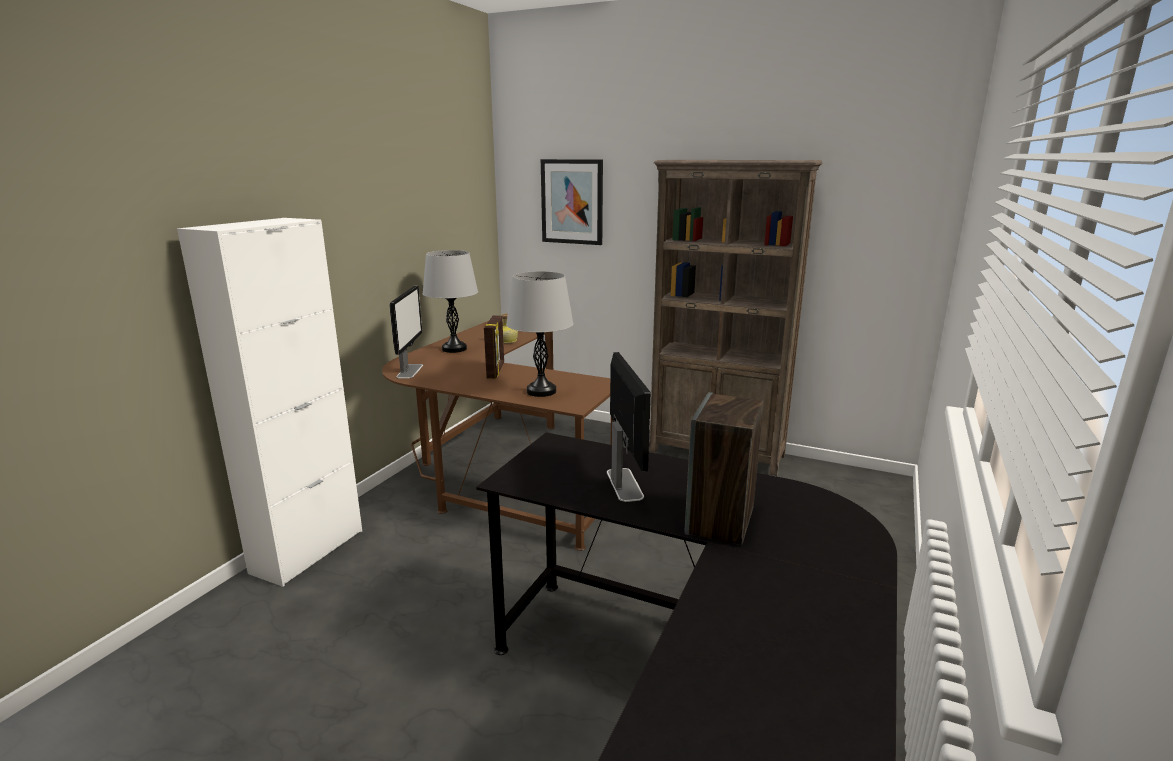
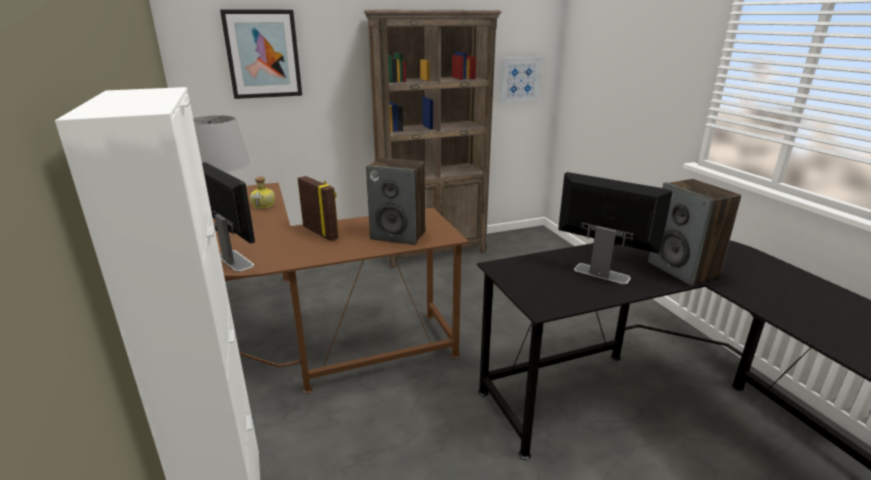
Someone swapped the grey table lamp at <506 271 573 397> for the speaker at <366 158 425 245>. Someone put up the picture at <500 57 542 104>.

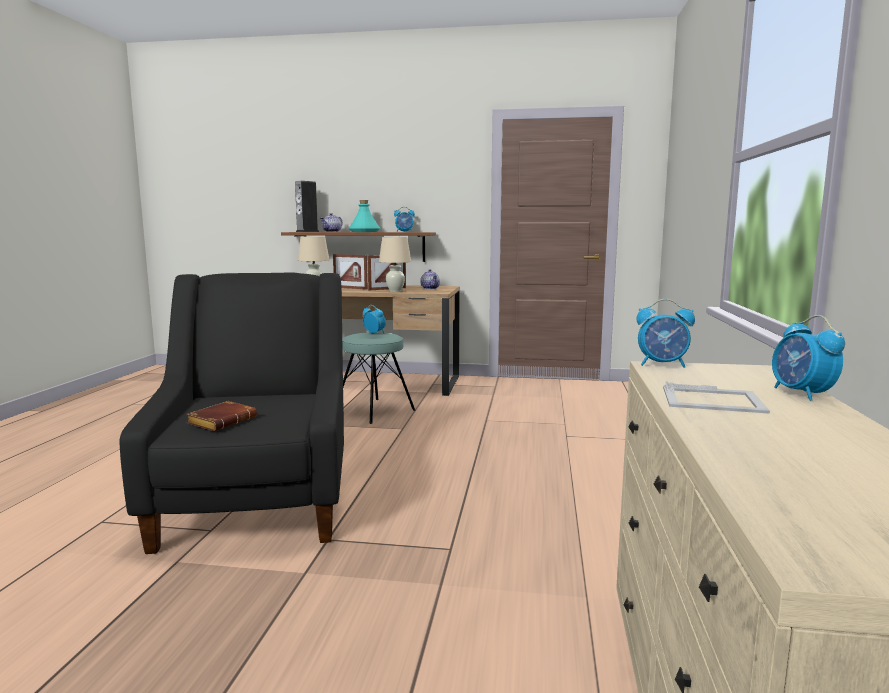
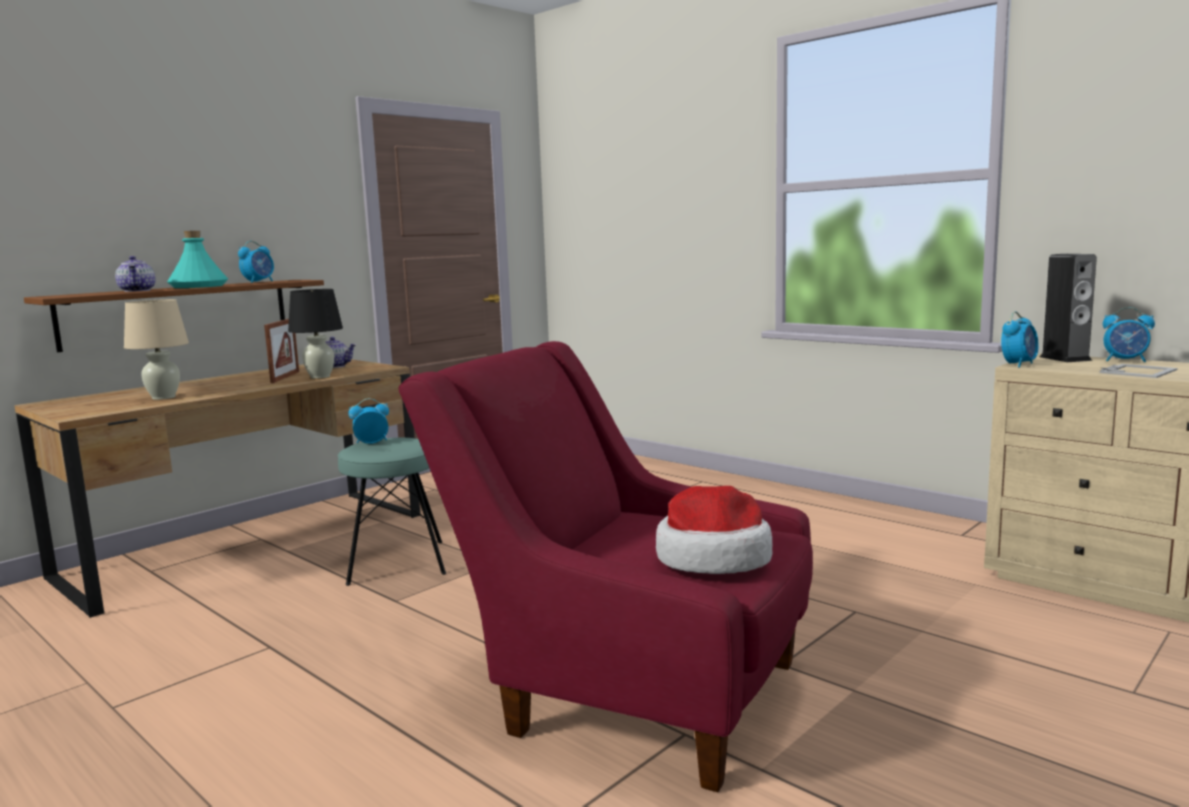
Someone repainted the beige table lamp at <379 237 411 292>, which became the black table lamp at <288 289 343 379>. Someone repainted the black armchair at <120 273 344 554>, which became the red armchair at <398 341 813 792>. Someone swapped the brown book at <186 401 257 431> for the hat at <656 486 772 574>. Someone carried the speaker from <295 181 319 232> to <1039 254 1097 362>. Someone took away the picture frame at <333 254 368 290>.

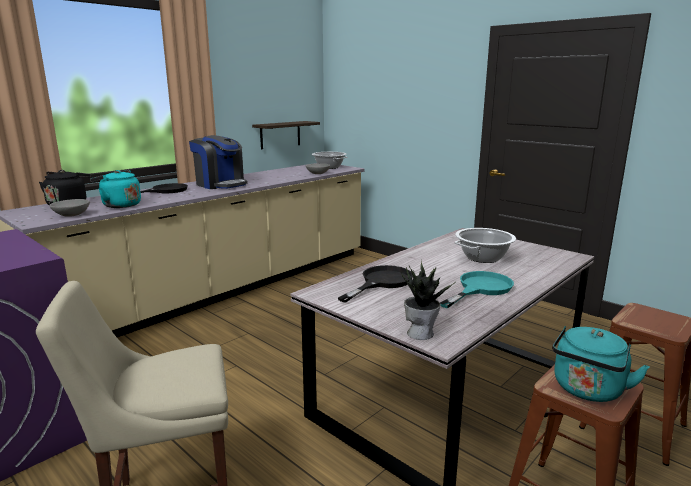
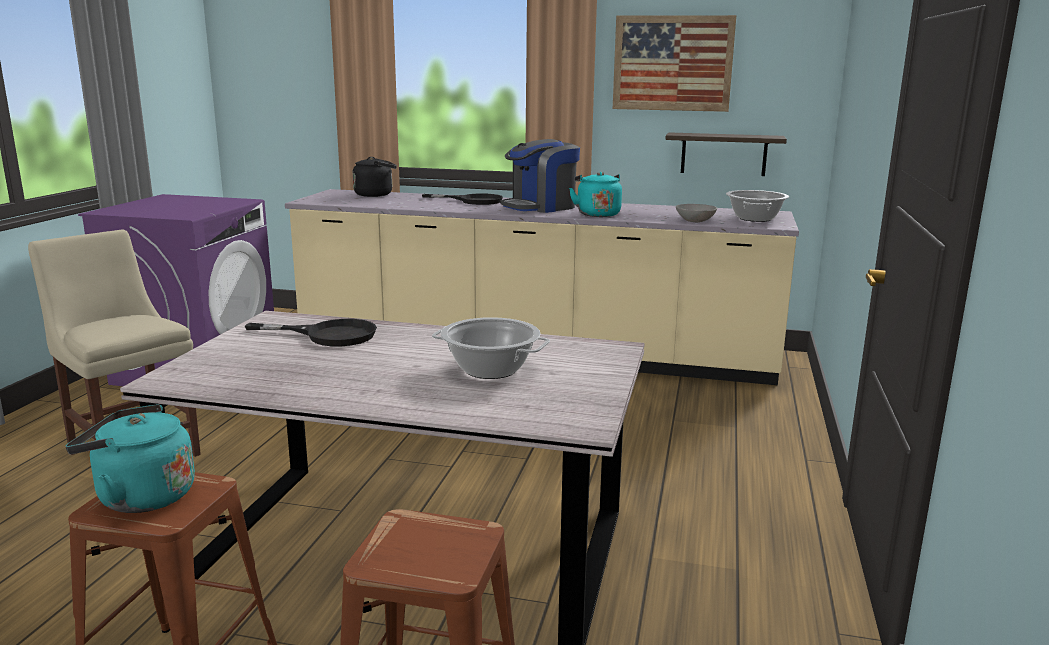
Someone rotated the coffee machine at <189 135 248 189> by 45 degrees clockwise. Someone carried the turquoise kettle from <90 170 141 208> to <569 172 622 217>. Someone put up the picture at <613 15 736 112>. Someone took away the grey bowl at <49 199 90 217>. Someone took away the potted plant at <401 262 454 340>. Someone took away the turquoise frying pan at <440 271 514 308>.

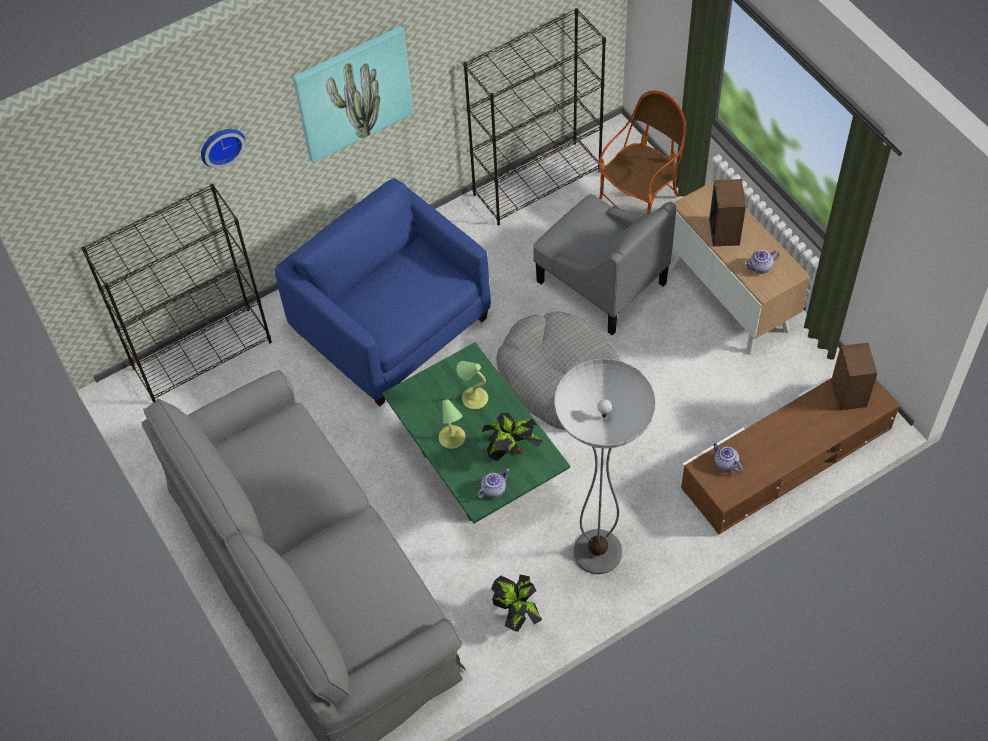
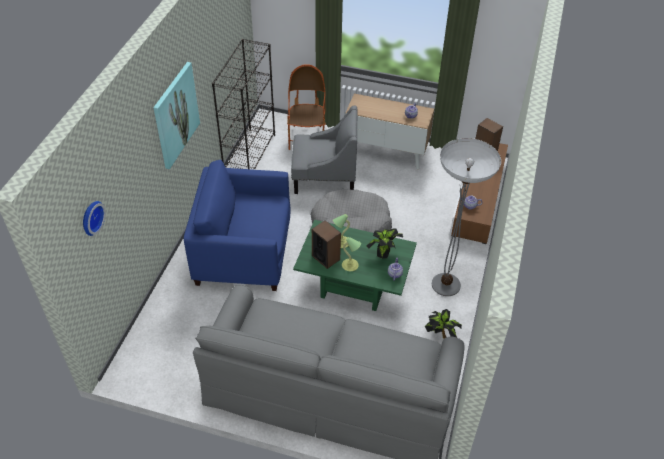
Someone carried the wall clock from <201 129 246 168> to <83 201 106 236>. Someone carried the speaker from <709 179 746 246> to <312 220 341 269>. Someone took away the black bookcase at <81 184 272 403>.

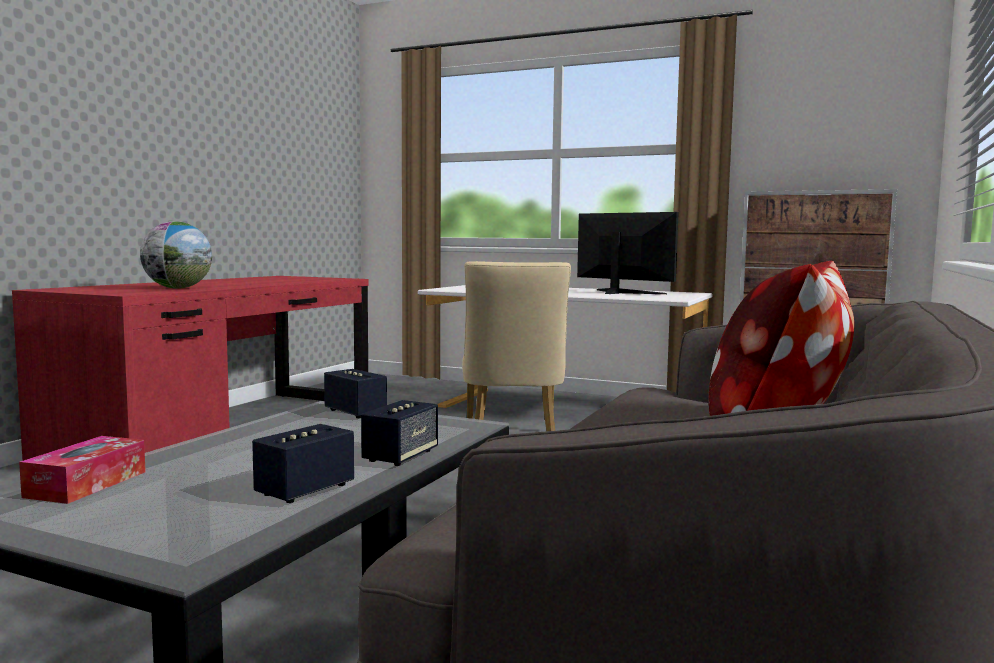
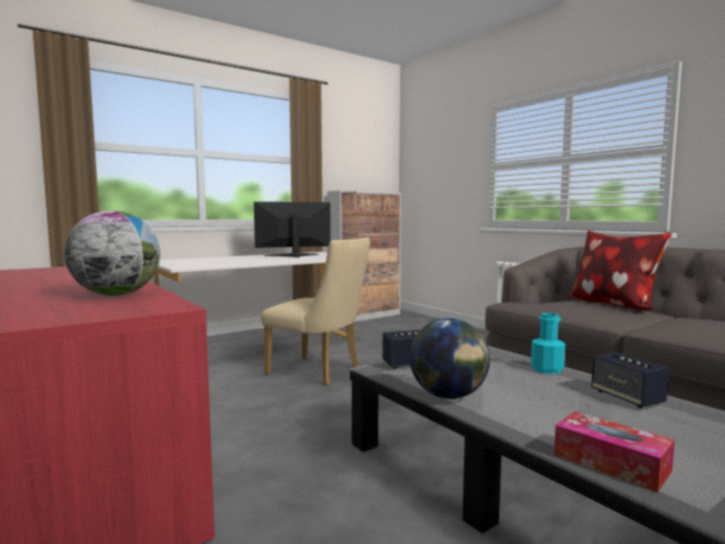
Someone put down the globe at <410 318 490 399>. Someone swapped the speaker at <361 400 438 466> for the turquoise bottle at <531 313 566 374>.

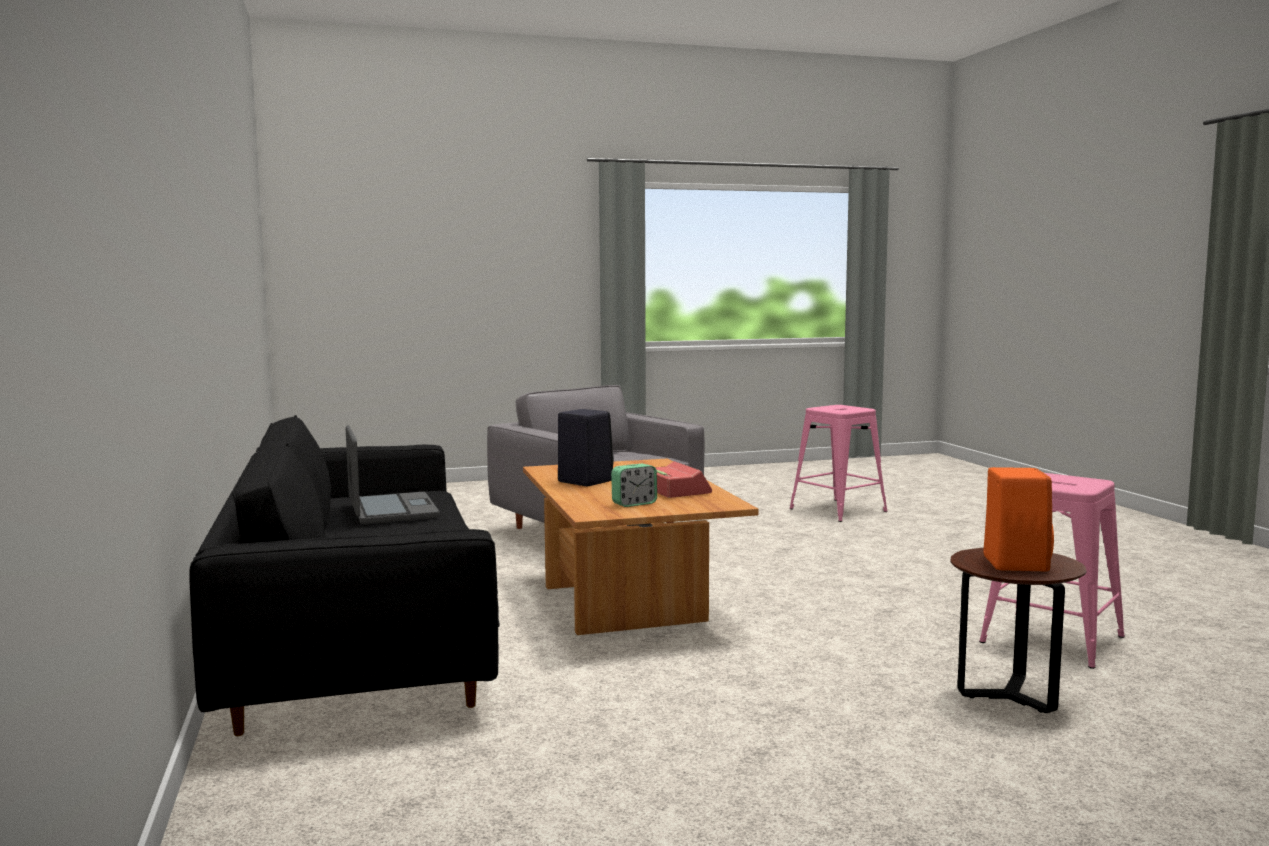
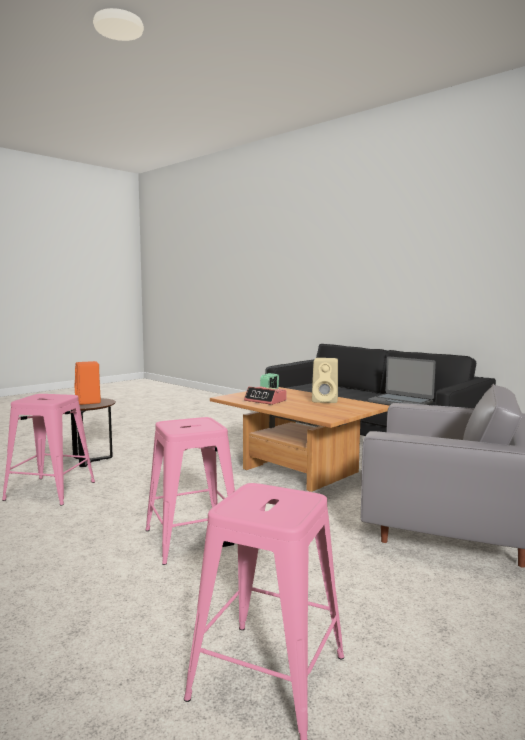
Someone put down the pink stool at <146 417 235 565>. Someone repainted the black speaker at <558 409 614 486>, which became the beige speaker at <312 358 338 403>.

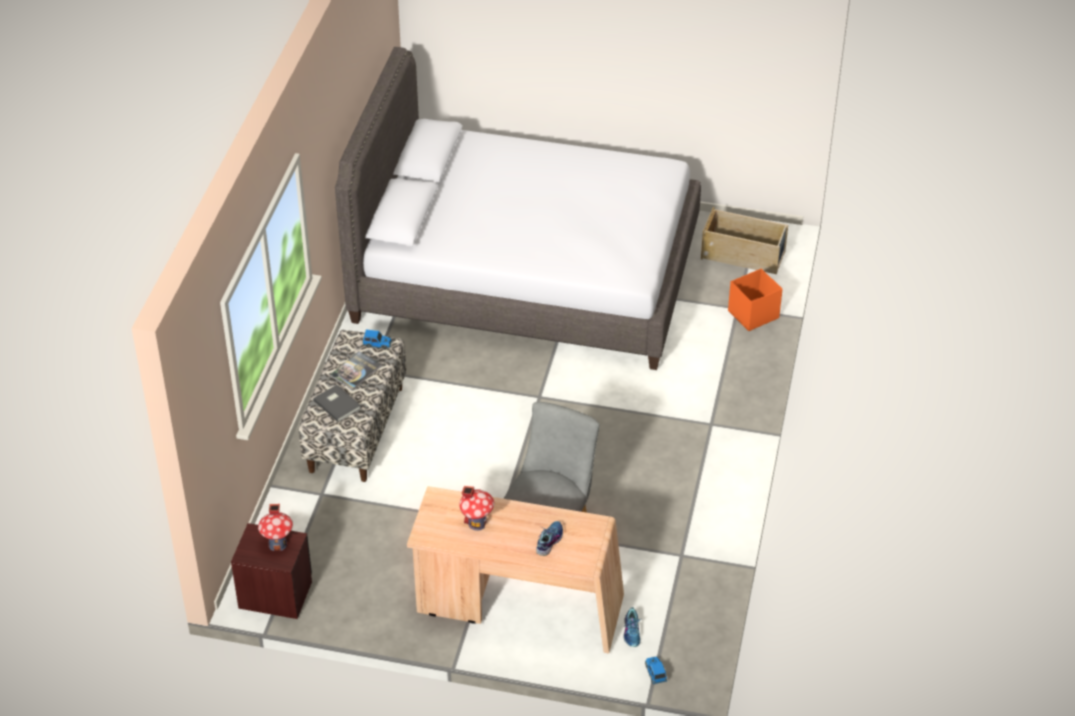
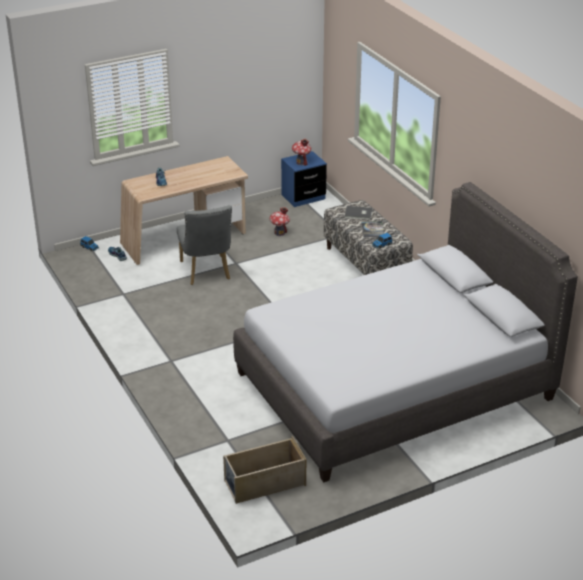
Someone carried the toy house from <459 486 494 531> to <269 207 290 236>. Someone repainted the brown nightstand at <231 523 312 619>, which became the blue nightstand at <281 151 327 207>. Someone took away the orange storage box at <728 268 783 331>.

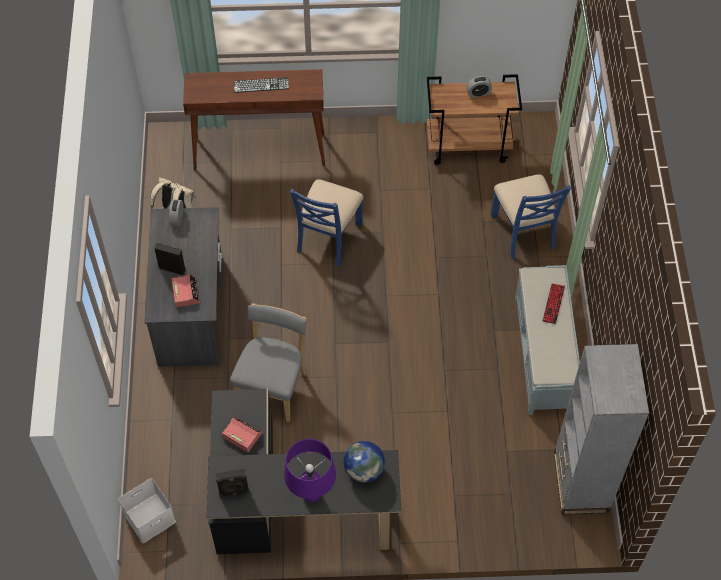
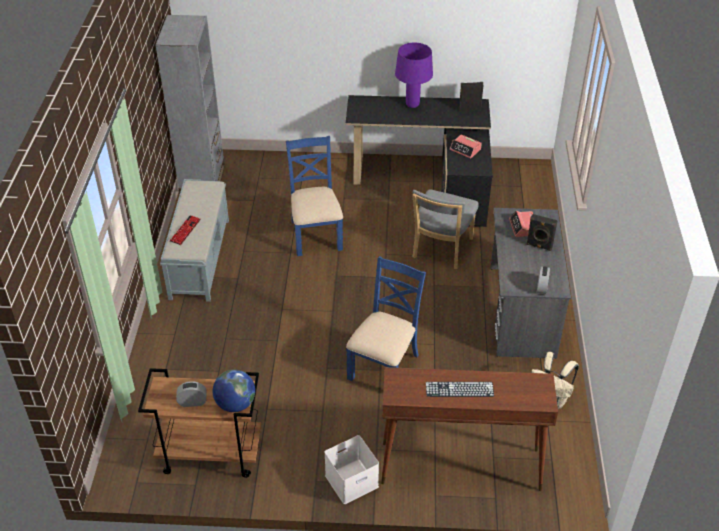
Someone carried the globe from <343 441 385 483> to <213 370 255 412>. Someone carried the blue chair from <491 174 571 259> to <286 136 343 256>. Someone carried the white storage box from <118 478 176 543> to <324 435 379 504>.

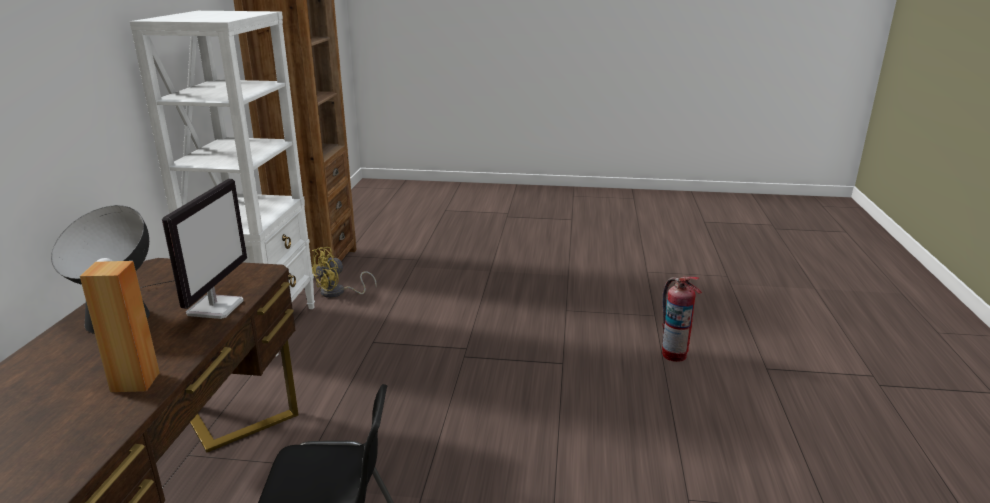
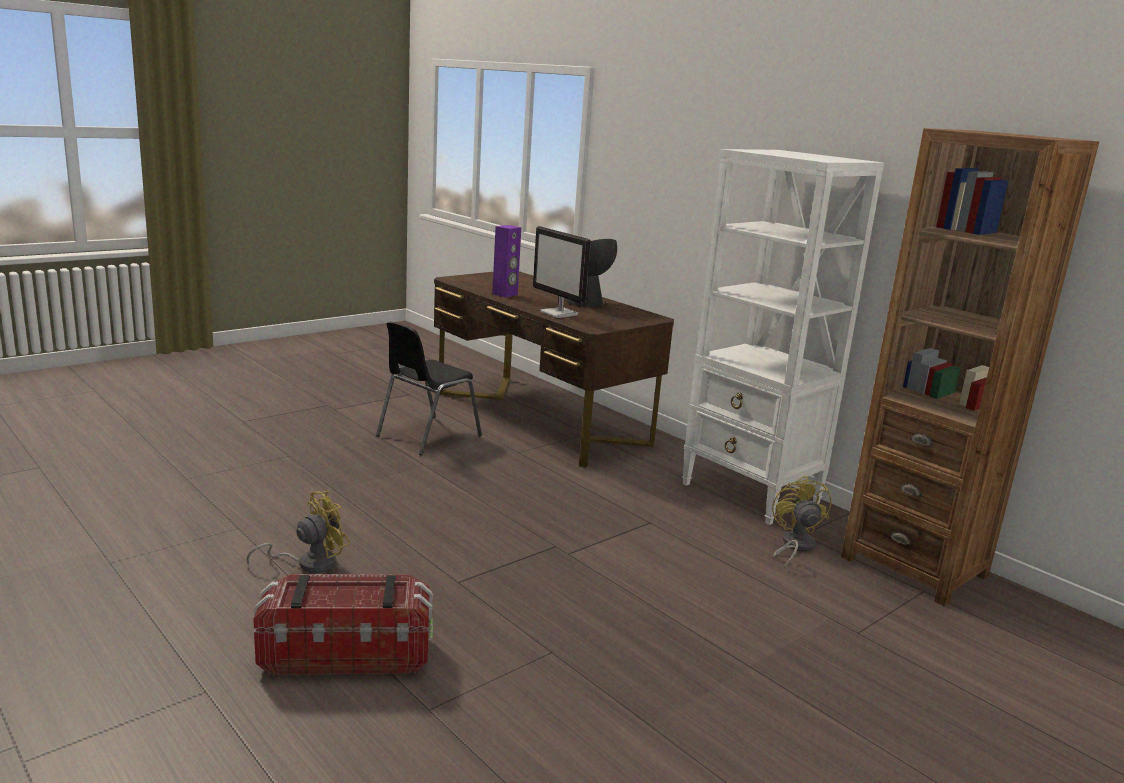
Someone put down the yellow fan at <246 490 350 573>. Someone swapped the fire extinguisher at <662 277 702 362> for the storage box at <253 574 433 675>. Someone repainted the brown speaker at <80 261 160 392>, which became the purple speaker at <492 225 521 297>.

